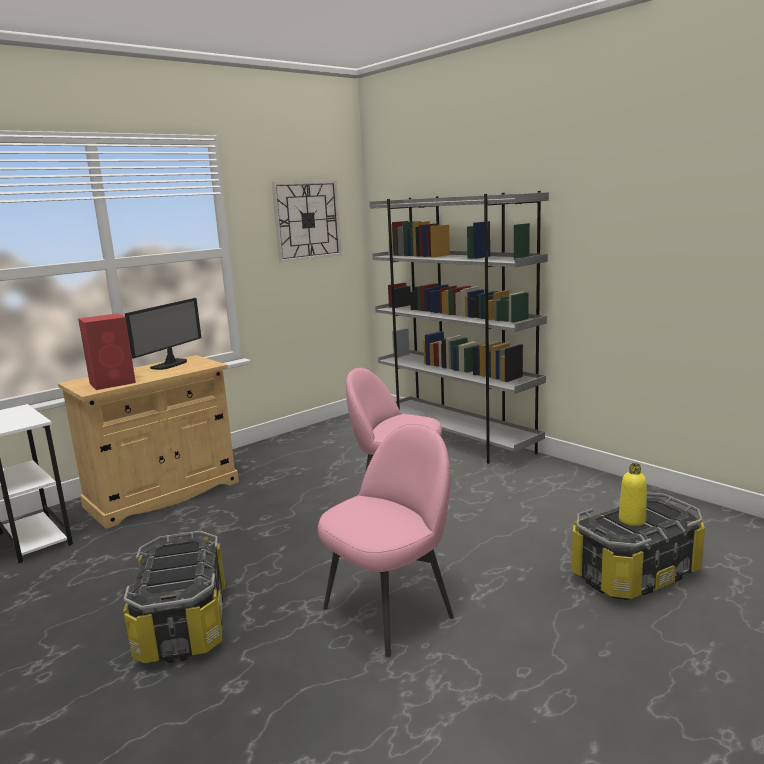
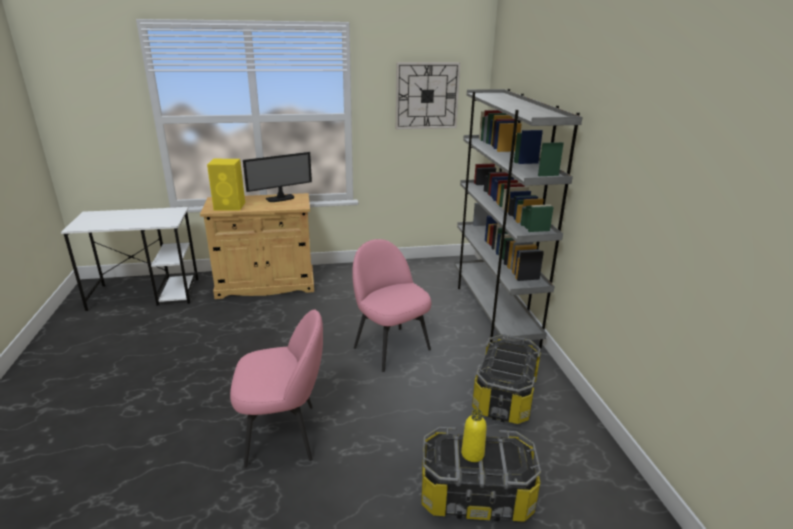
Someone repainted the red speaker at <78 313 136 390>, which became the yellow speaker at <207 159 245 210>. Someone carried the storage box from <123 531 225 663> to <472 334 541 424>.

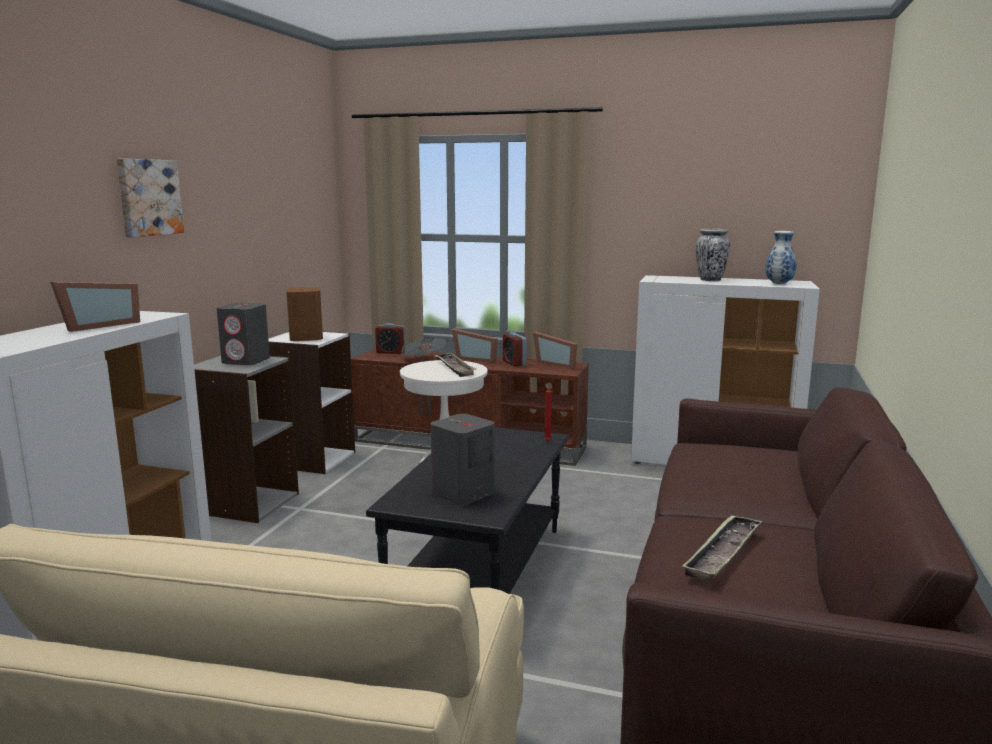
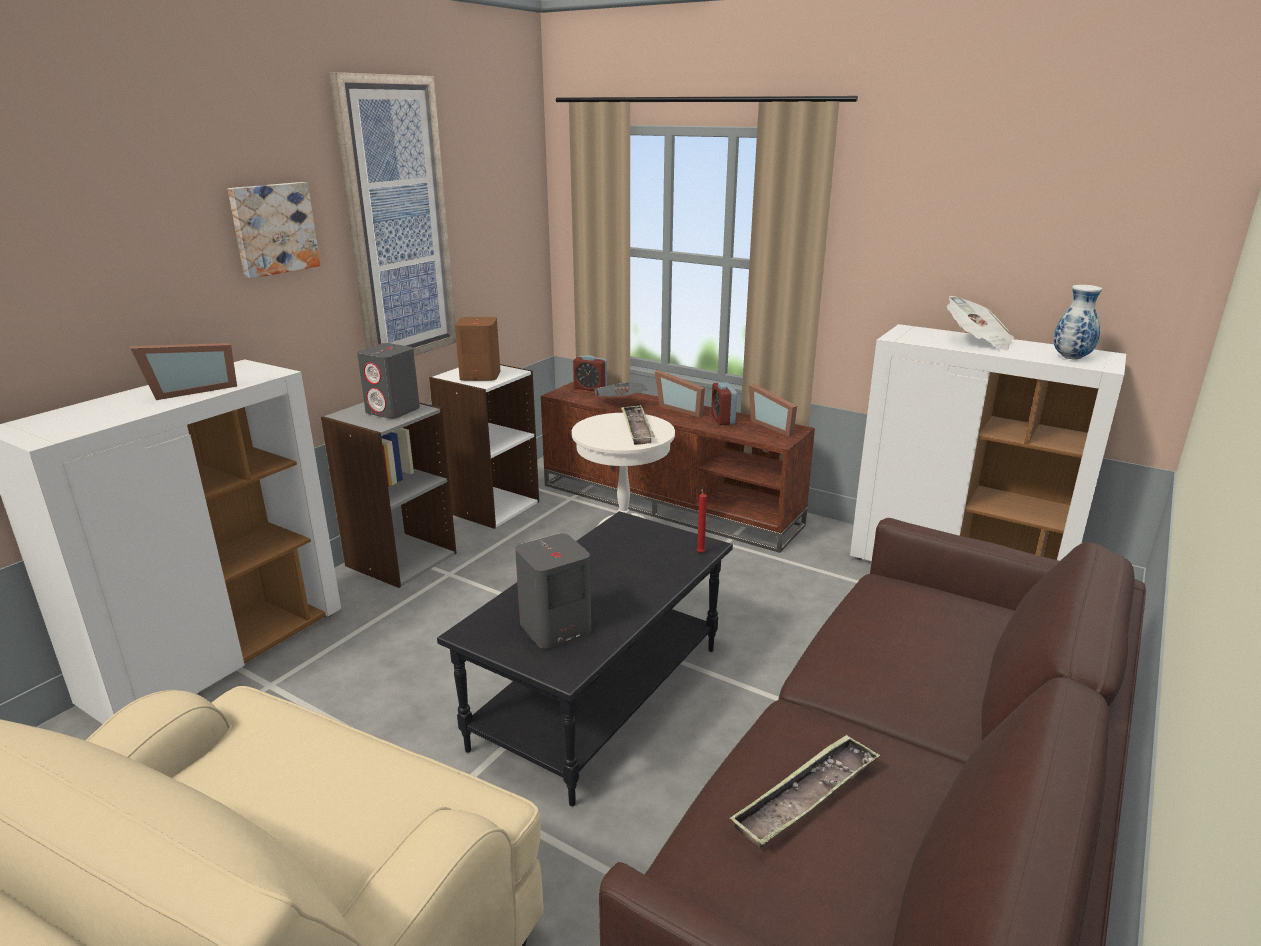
Someone put up the picture at <329 72 456 356>. Someone swapped the vase at <696 229 730 281> for the newspaper at <947 296 1014 351>.

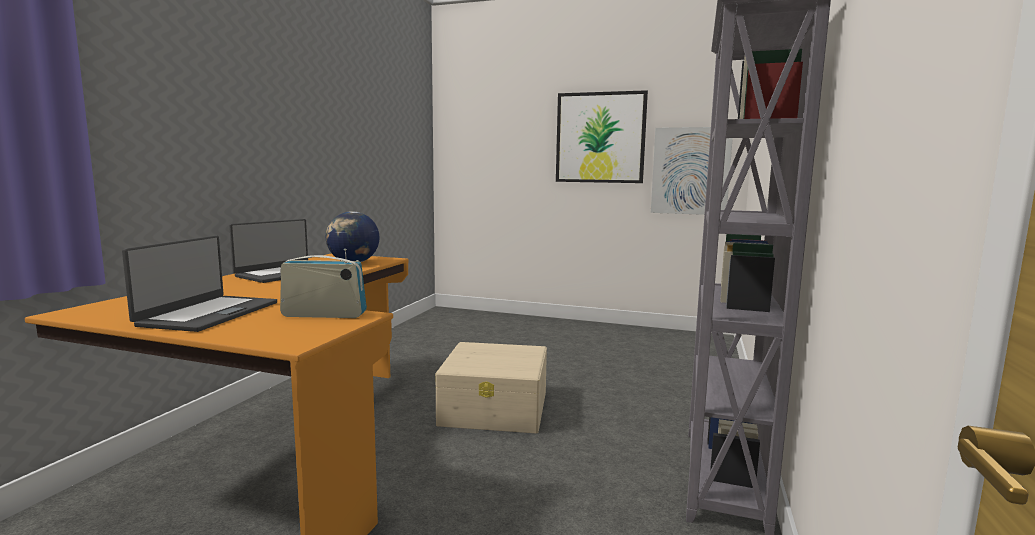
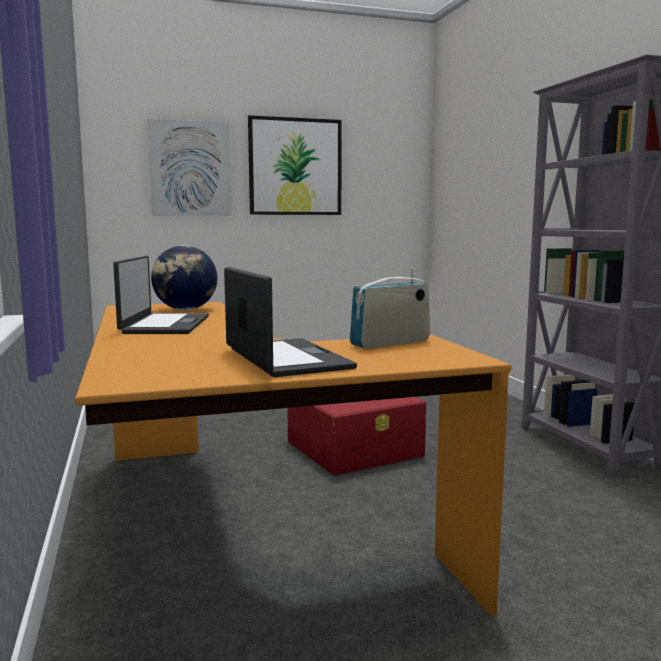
Someone carried the picture from <651 127 733 215> to <148 119 232 215>. Someone repainted the beige storage box at <435 342 547 433>, which became the red storage box at <288 397 426 475>.

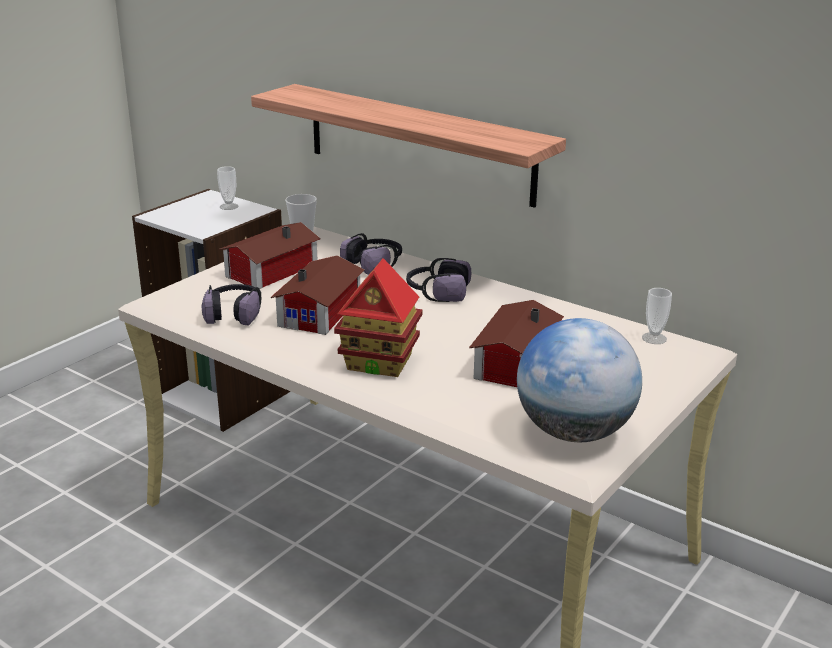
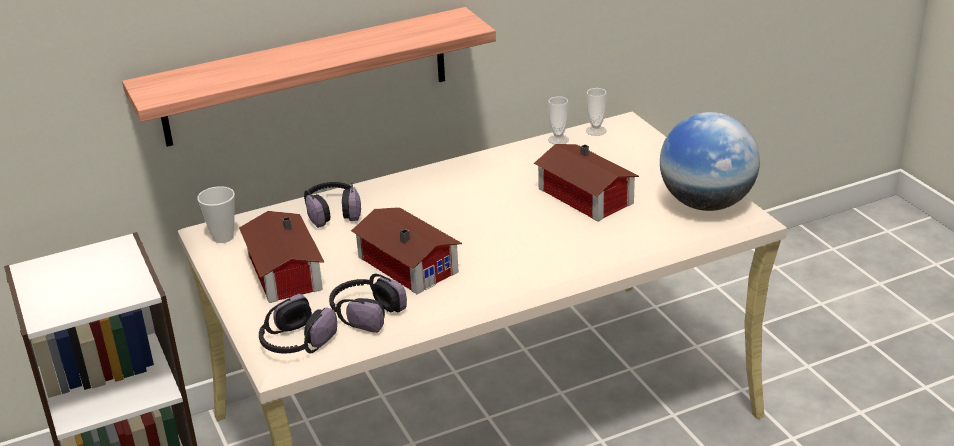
Someone carried the headphones from <406 258 471 302> to <259 294 337 354>. Someone carried the cup from <217 166 239 210> to <548 96 569 145>. Someone took away the toy house at <334 258 423 377>.

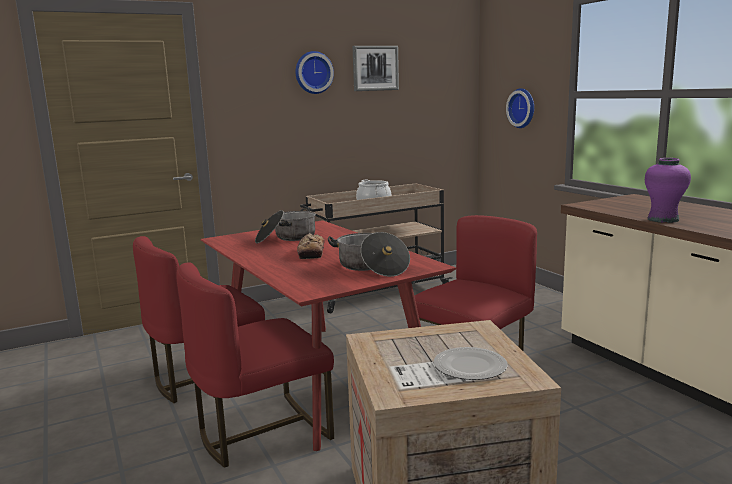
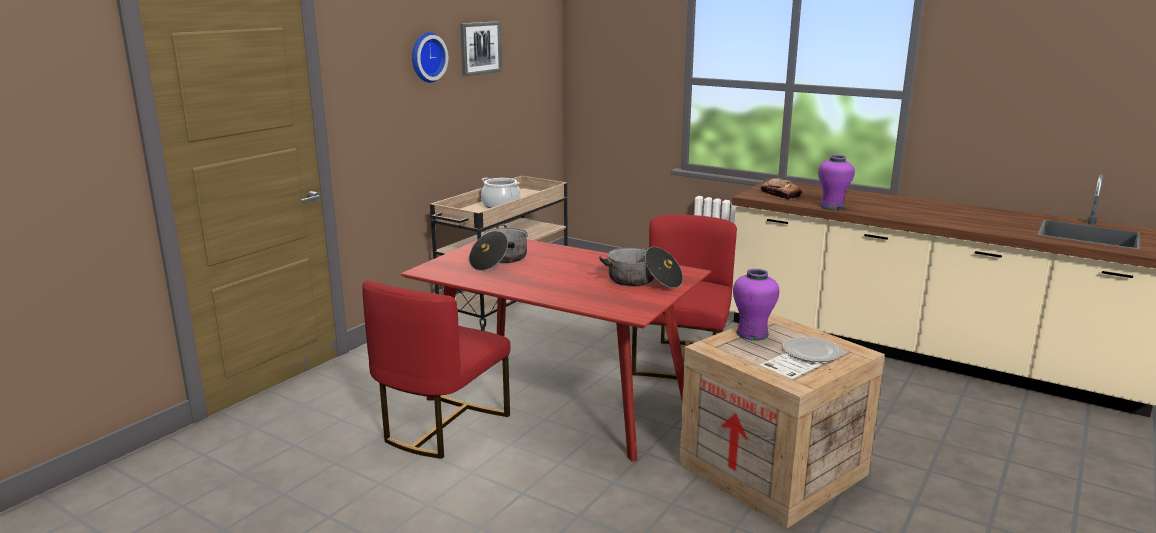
Someone put down the purple vase at <733 269 780 341>. Someone carried the bread from <297 233 325 259> to <761 178 802 199>. Someone took away the red chair at <177 262 334 468>. Someone took away the wall clock at <506 88 534 128>.

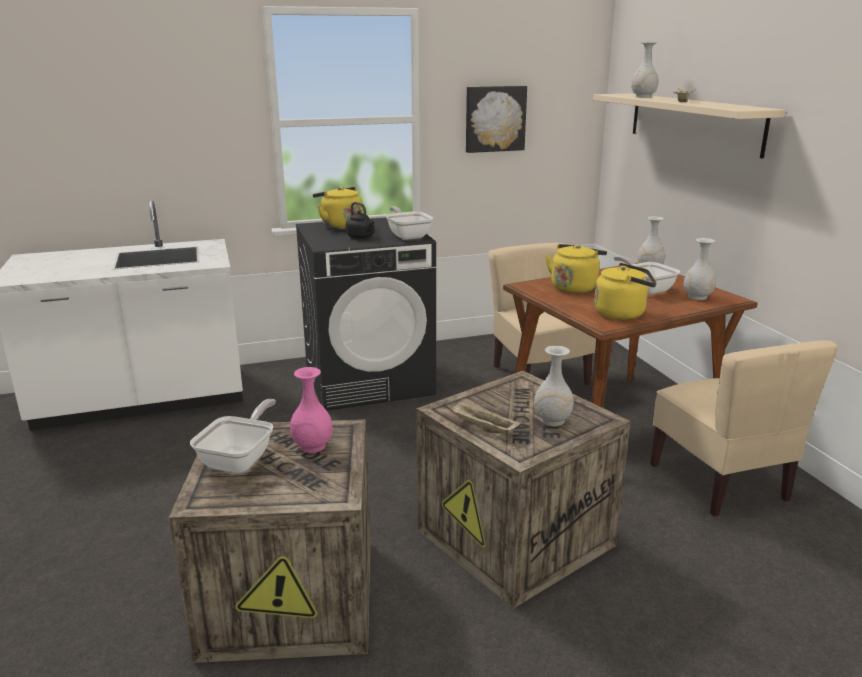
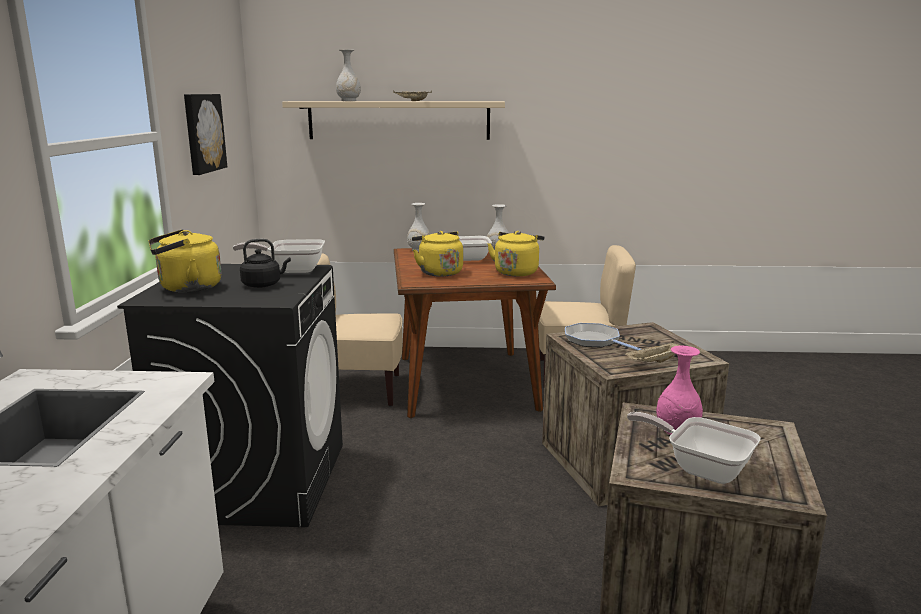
Someone put down the frying pan at <565 323 642 350>. Someone took away the white vase at <534 346 574 426>.

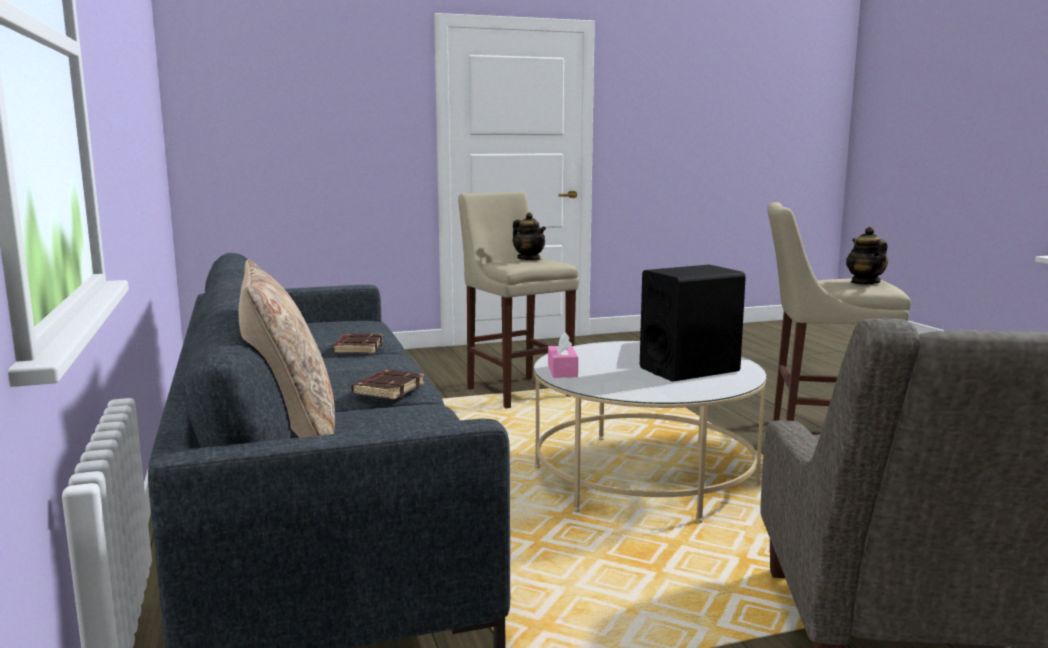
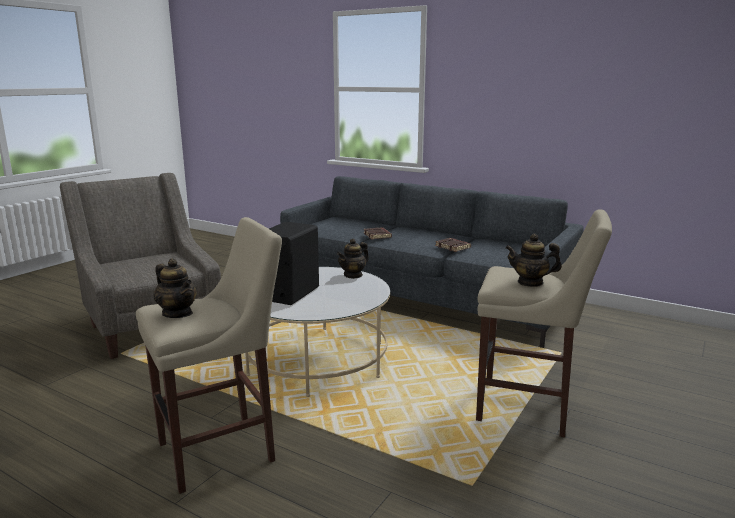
Someone swapped the pink tissue box at <548 333 578 378> for the teapot at <337 239 369 279>. Someone took away the beige pillow at <238 259 335 437>.

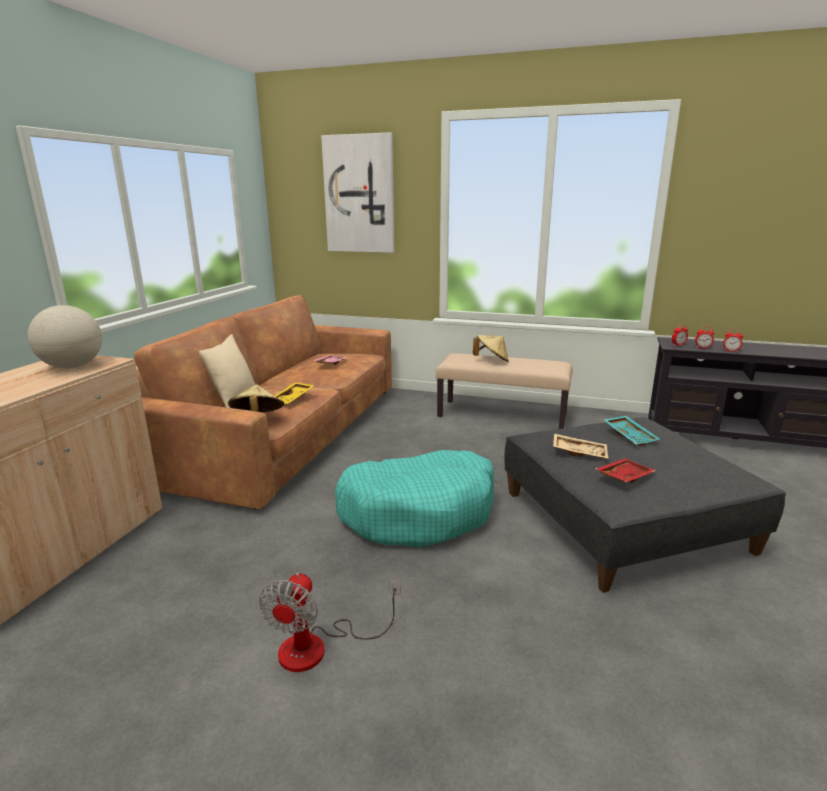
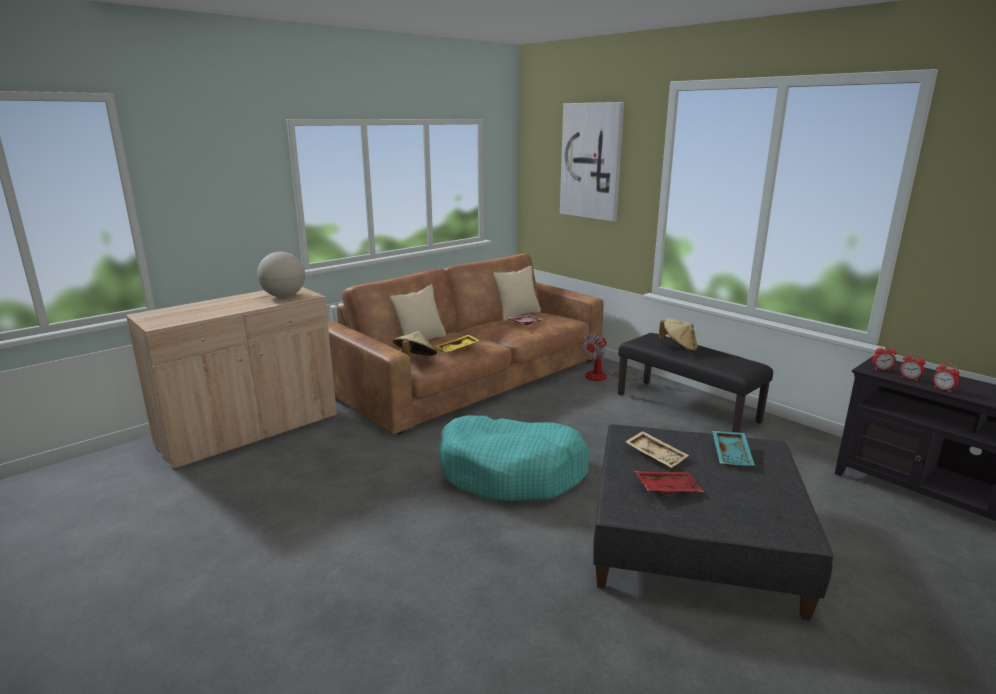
Someone put down the beige pillow at <493 266 541 321>. Someone carried the fan from <259 573 401 672> to <581 333 644 381>. Someone repainted the beige bench at <436 353 572 429>, which became the black bench at <618 333 773 433>.

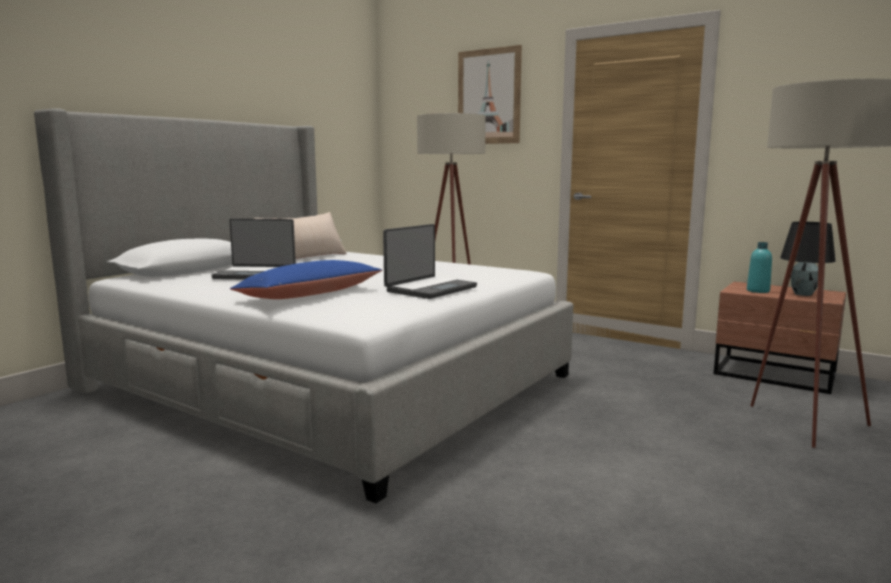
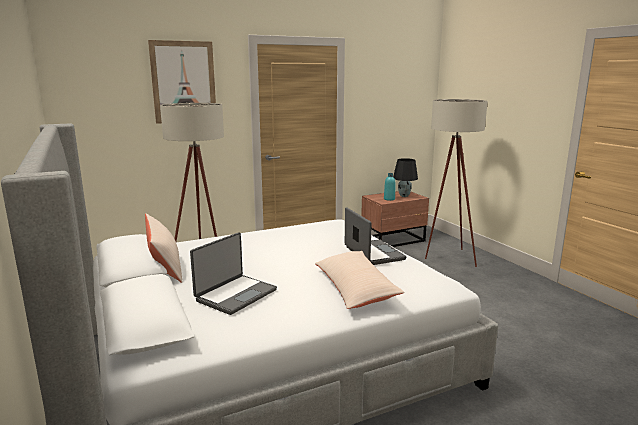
Someone repainted the blue pillow at <230 260 382 299>, which became the beige pillow at <315 251 405 309>.

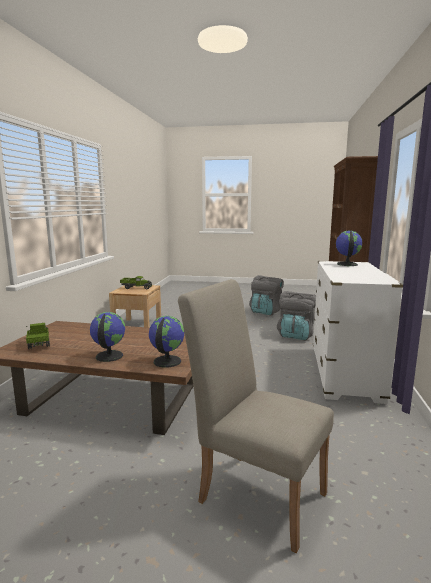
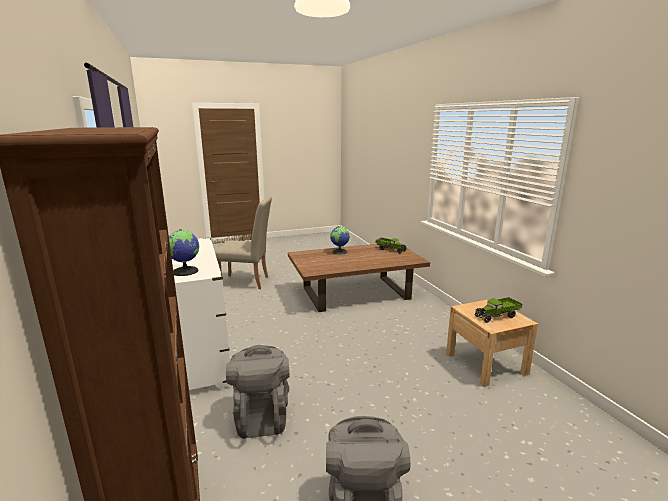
Someone took away the globe at <149 316 184 368>.

